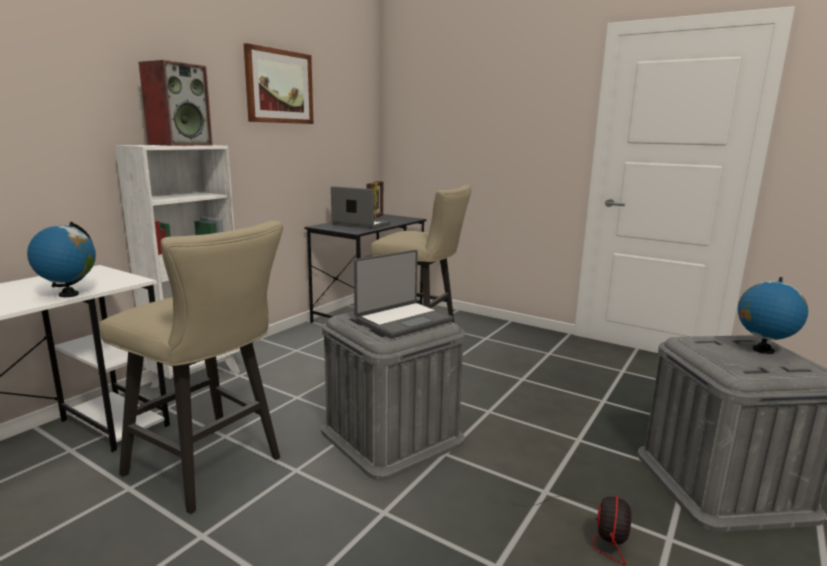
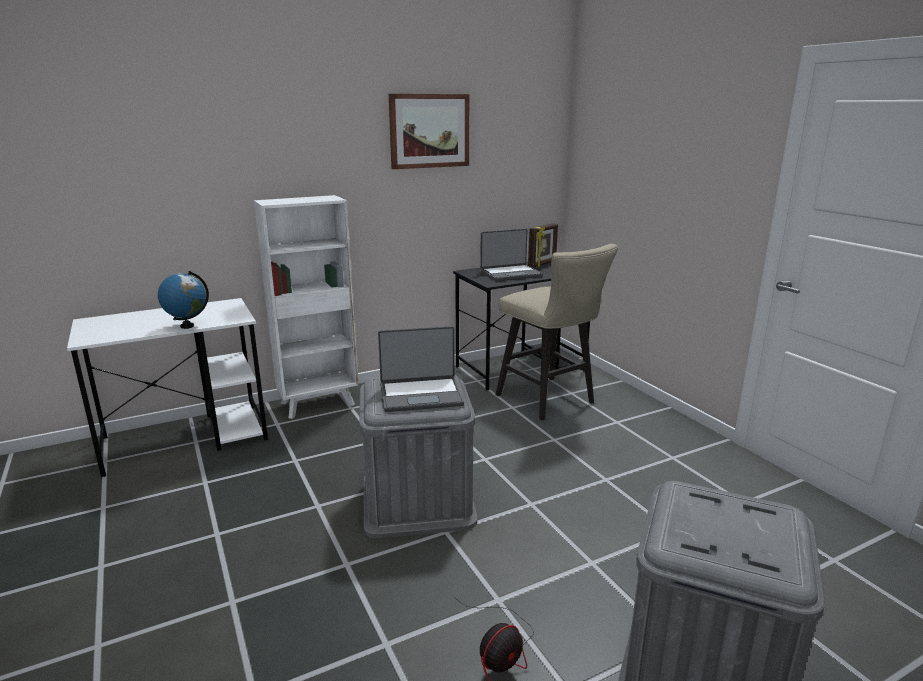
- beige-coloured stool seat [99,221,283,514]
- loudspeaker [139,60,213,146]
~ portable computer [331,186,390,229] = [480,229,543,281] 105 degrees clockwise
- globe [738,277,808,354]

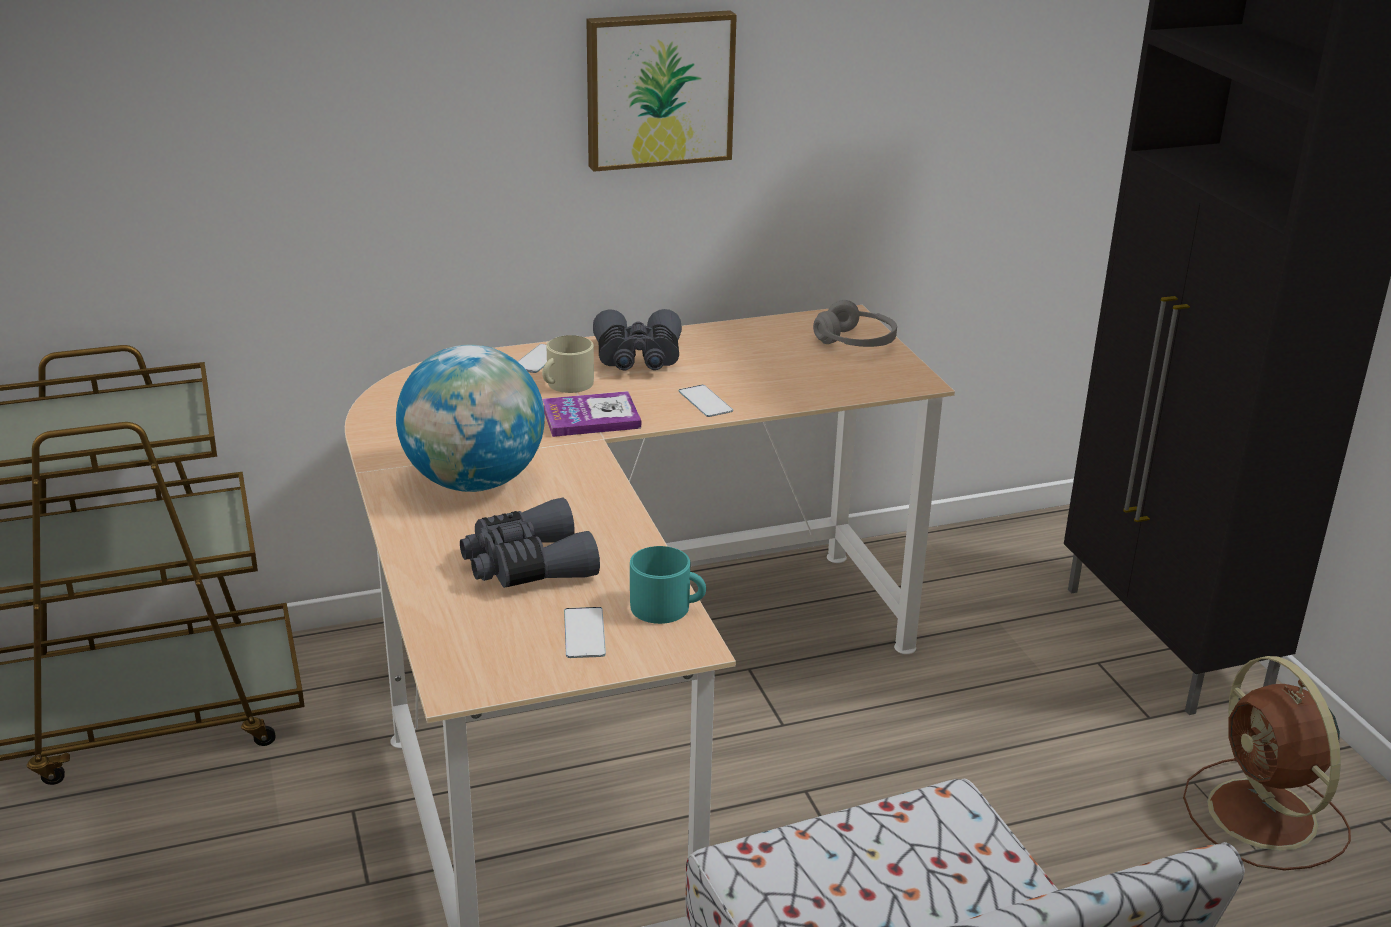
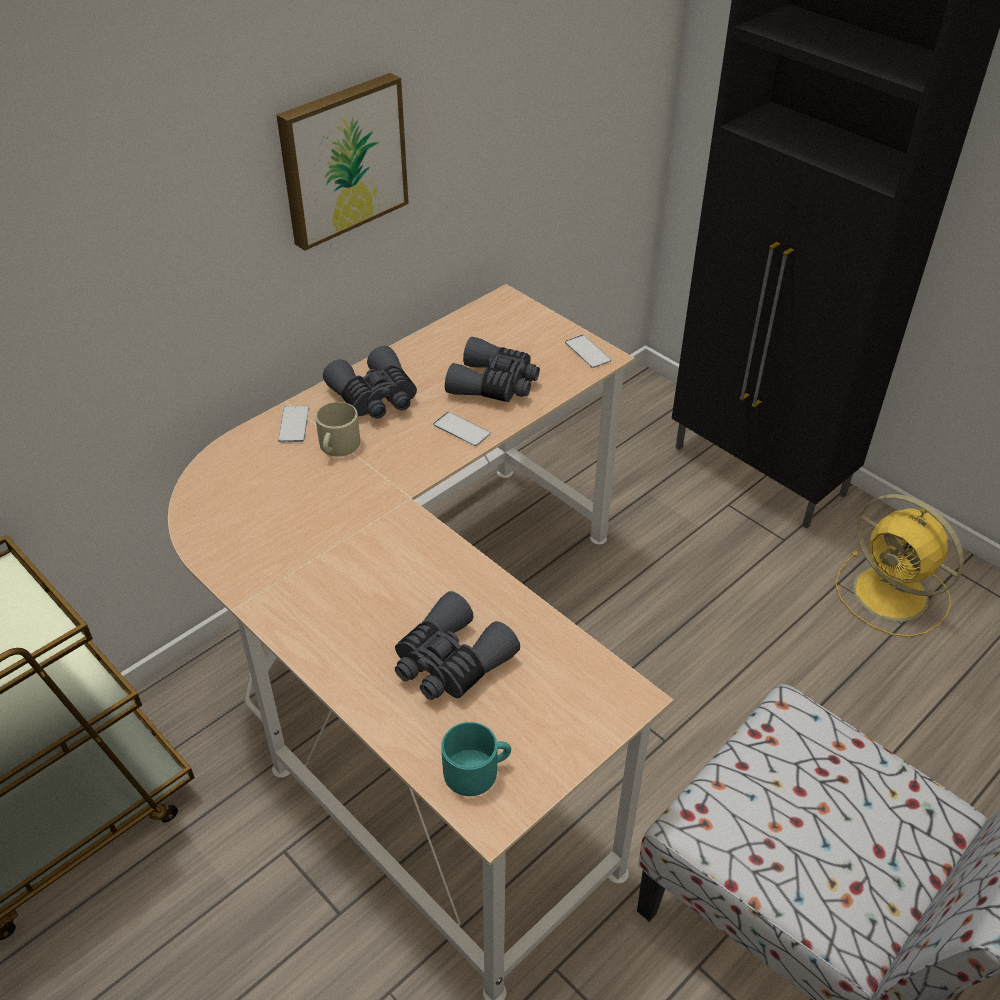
- globe [396,345,545,492]
- book [542,391,641,437]
~ telephone [564,607,606,658] to [565,335,611,368]
~ turquoise-coloured coffee mug [630,546,706,624] to [441,722,511,796]
- grey headset [813,300,897,347]
~ brown fan [1183,656,1351,870] to yellowish fan [835,494,964,637]
+ grey pair of binoculars [445,337,540,402]

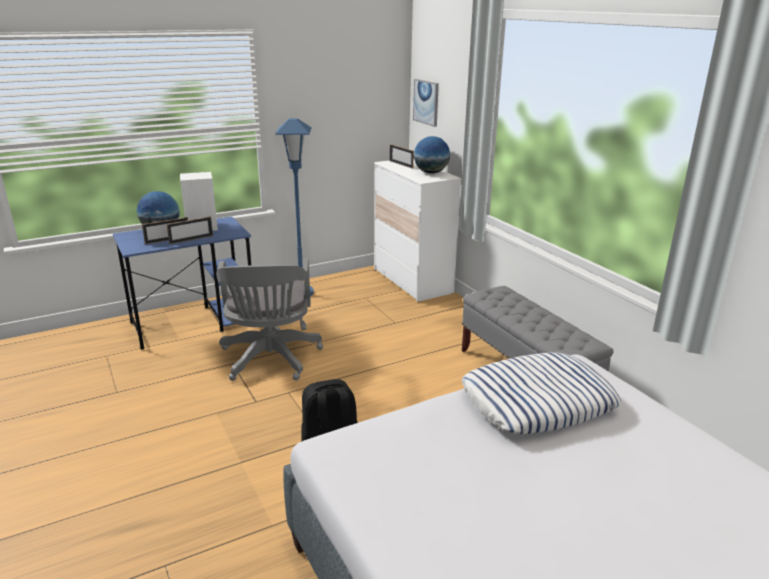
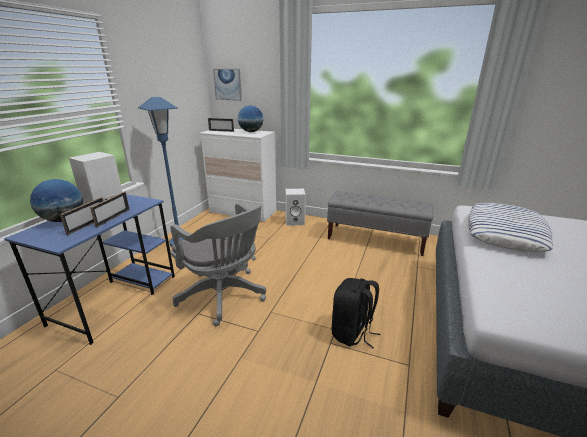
+ white loudspeaker [286,189,305,226]

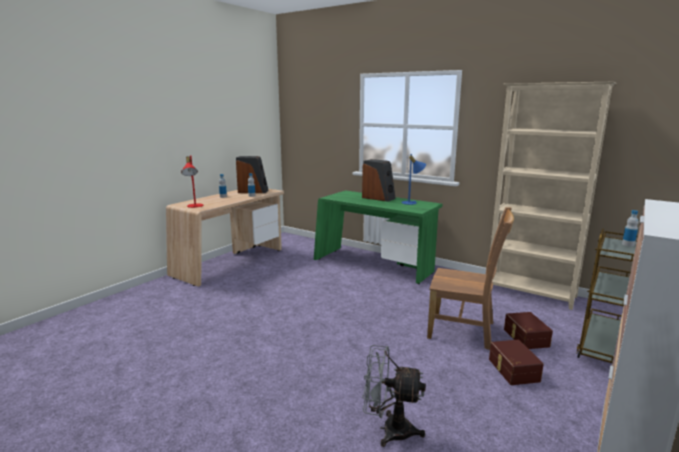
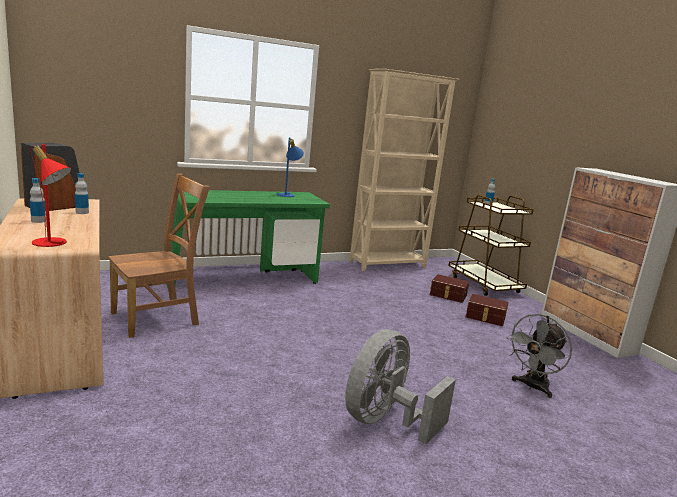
- loudspeaker [362,159,396,202]
~ brown plain chair [427,207,514,350] to [108,174,210,338]
+ grey fan [345,329,456,444]

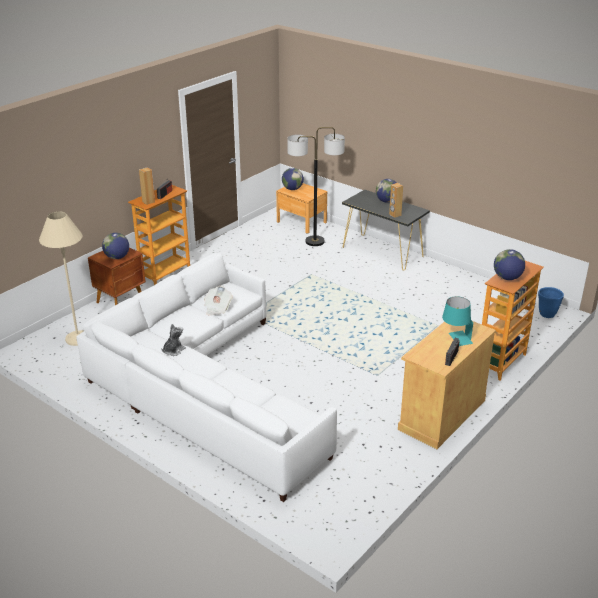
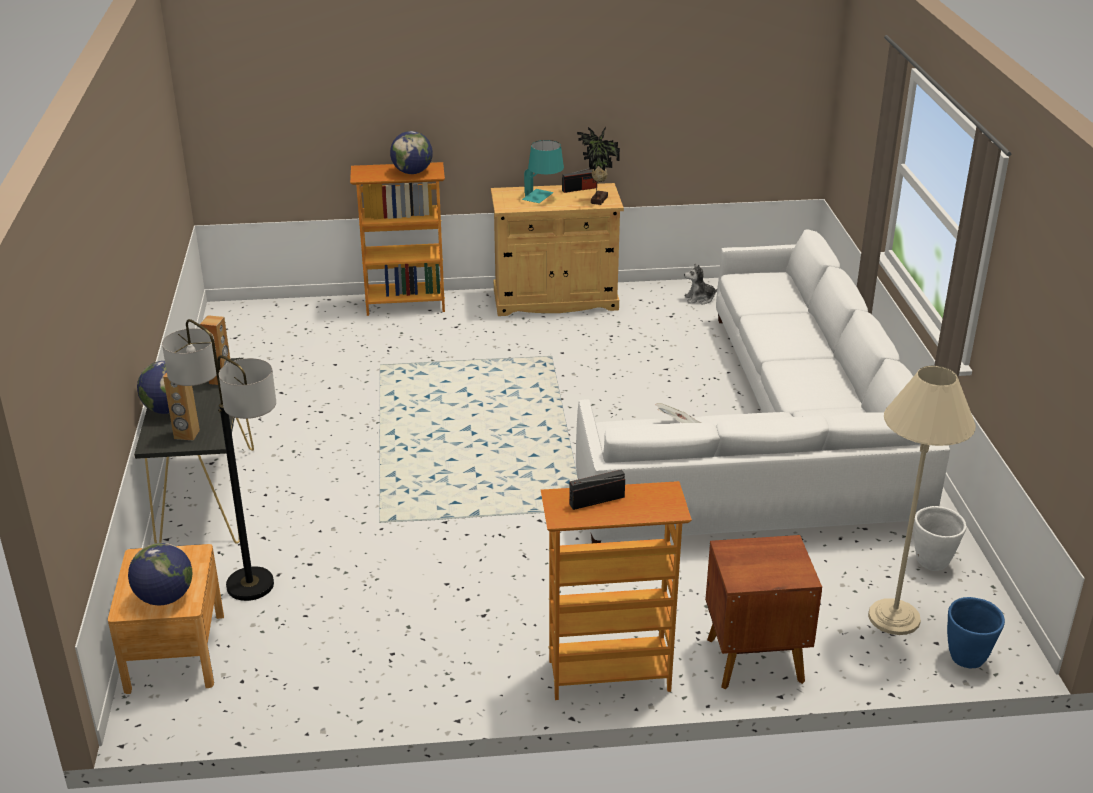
- globe [102,233,129,259]
~ brown loudspeaker [139,167,155,205] to [163,372,200,441]
~ soft toy [161,324,186,356] to [684,263,717,305]
~ blue-coloured flower pot [538,287,564,318] to [947,597,1005,668]
+ plant in a pot [577,127,620,205]
+ white flower pot [914,506,967,571]

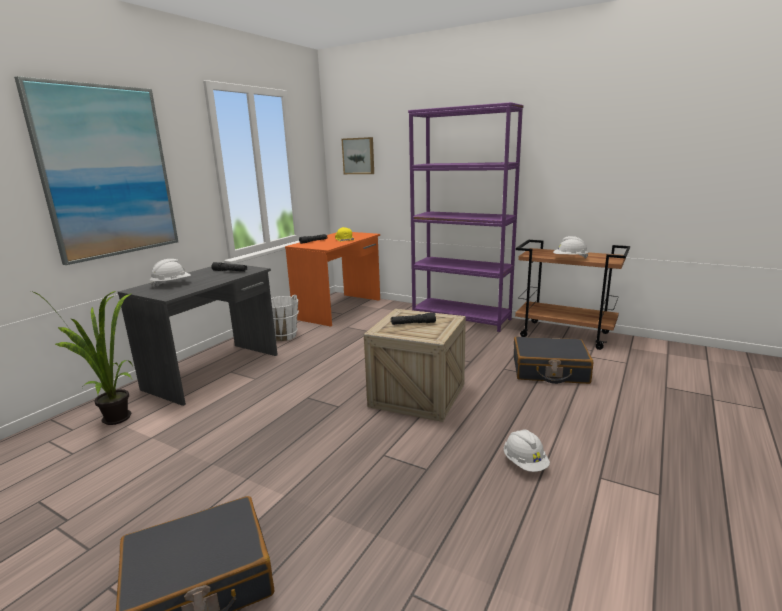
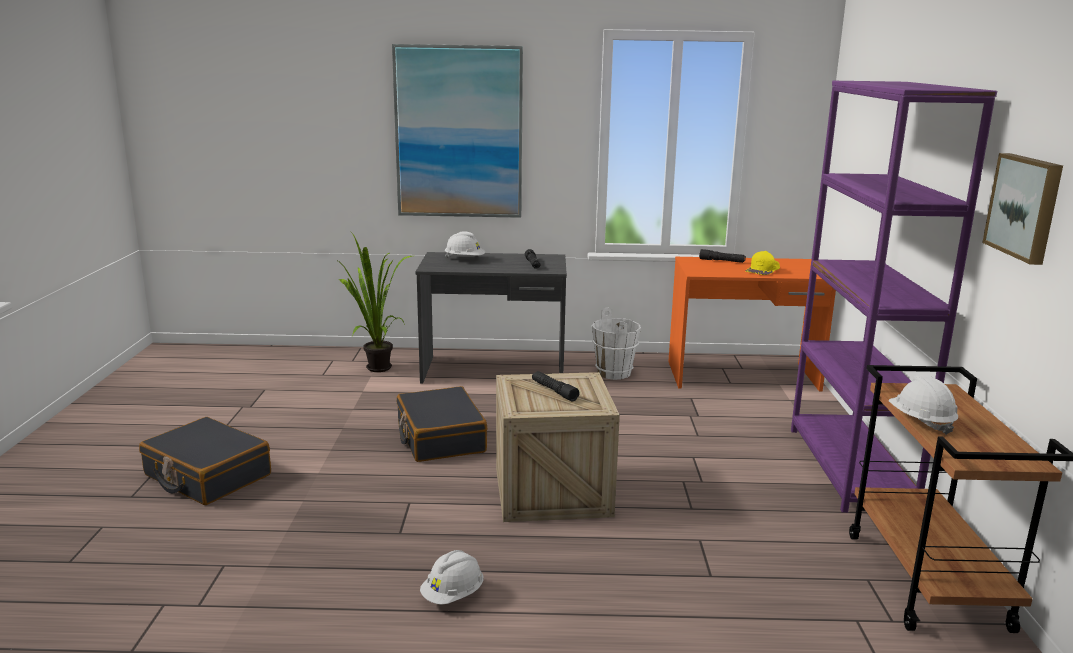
~ picture [341,137,374,174] to [982,153,1063,265]
~ black piece of luggage [514,336,594,384] to [397,386,487,462]

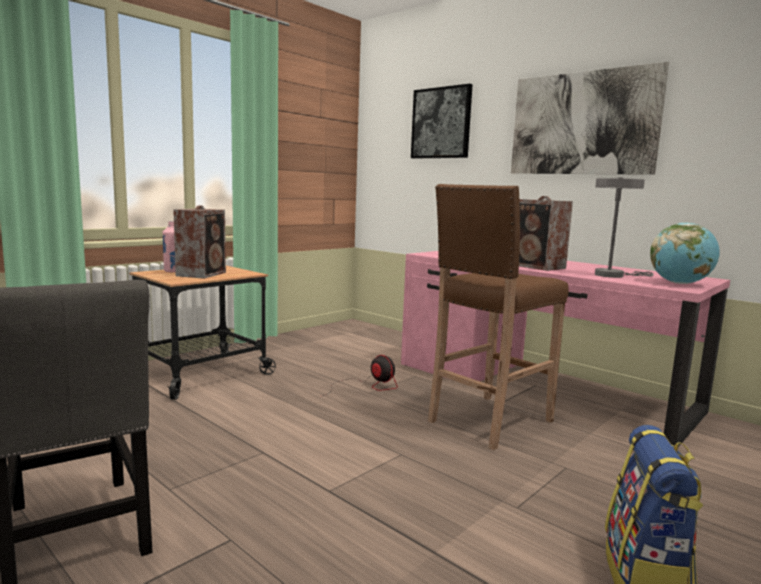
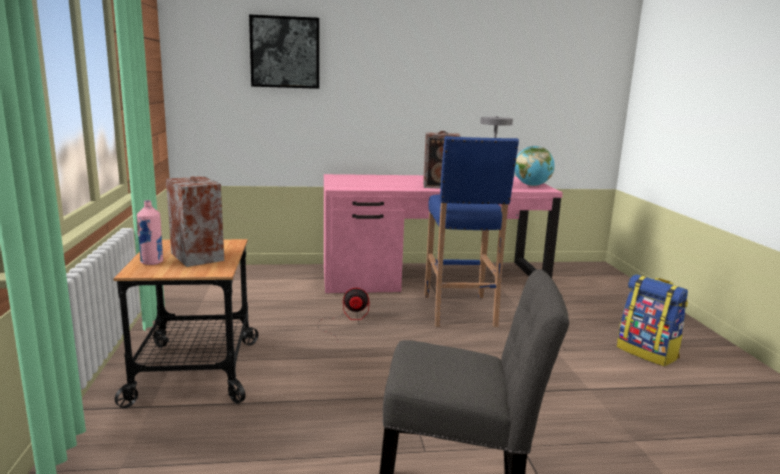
~ brown stool seat [428,184,569,450] to blue-coloured stool seat [424,136,519,327]
- picture [511,62,669,175]

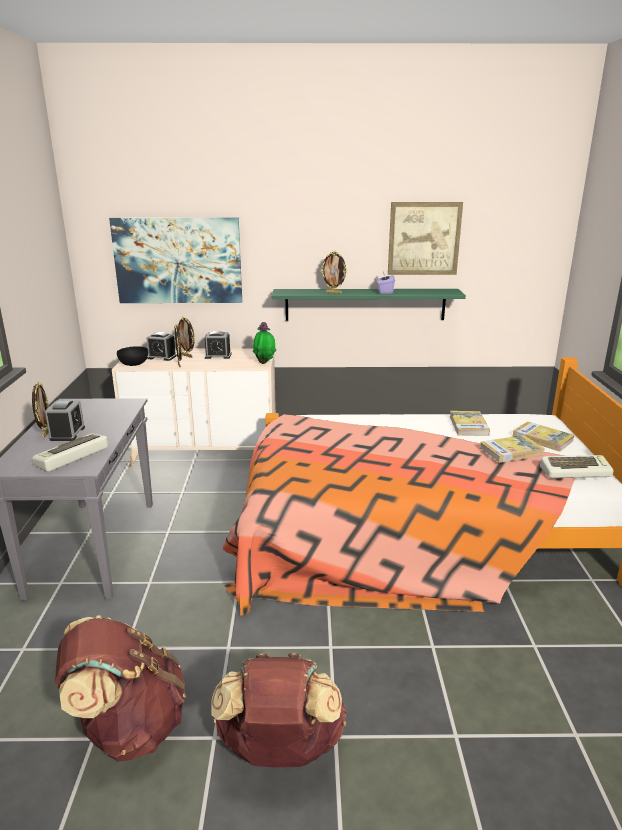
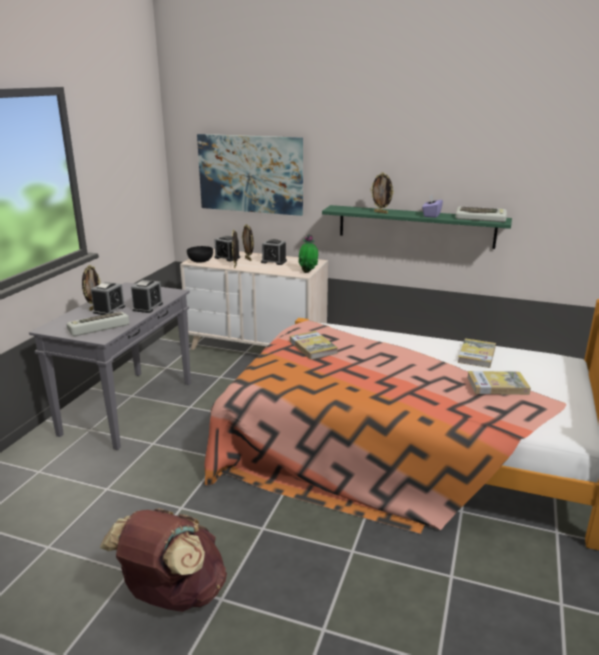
- brown rucksack [55,616,186,761]
- picture [388,202,463,275]
~ book [512,421,574,451] to [290,331,338,360]
~ computer keyboard [540,455,614,478] to [455,206,507,222]
+ table clock [131,280,163,313]

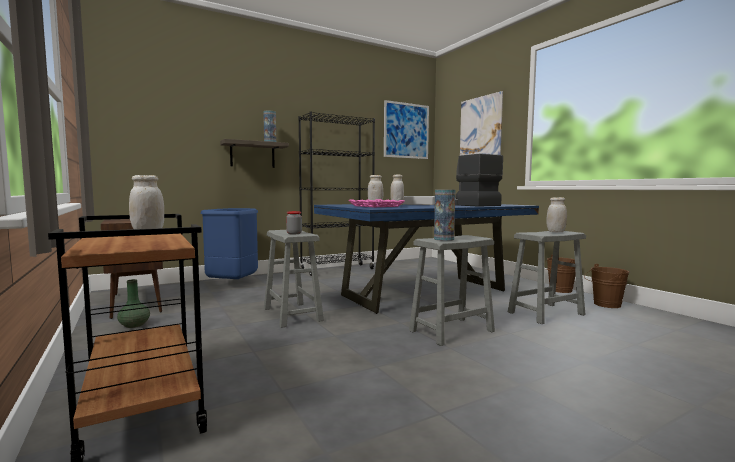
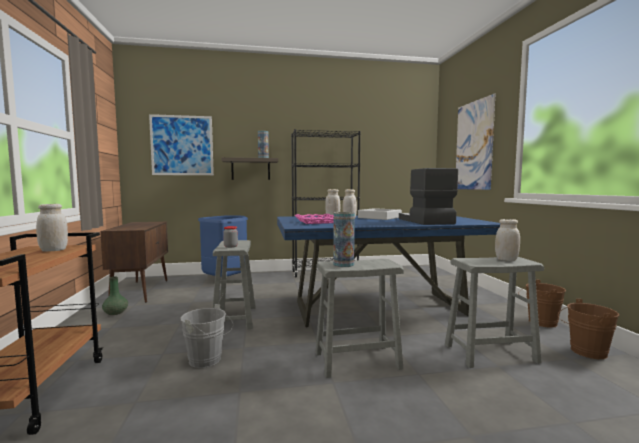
~ picture [384,100,429,159] to [149,114,214,175]
+ grey pail [180,304,234,368]

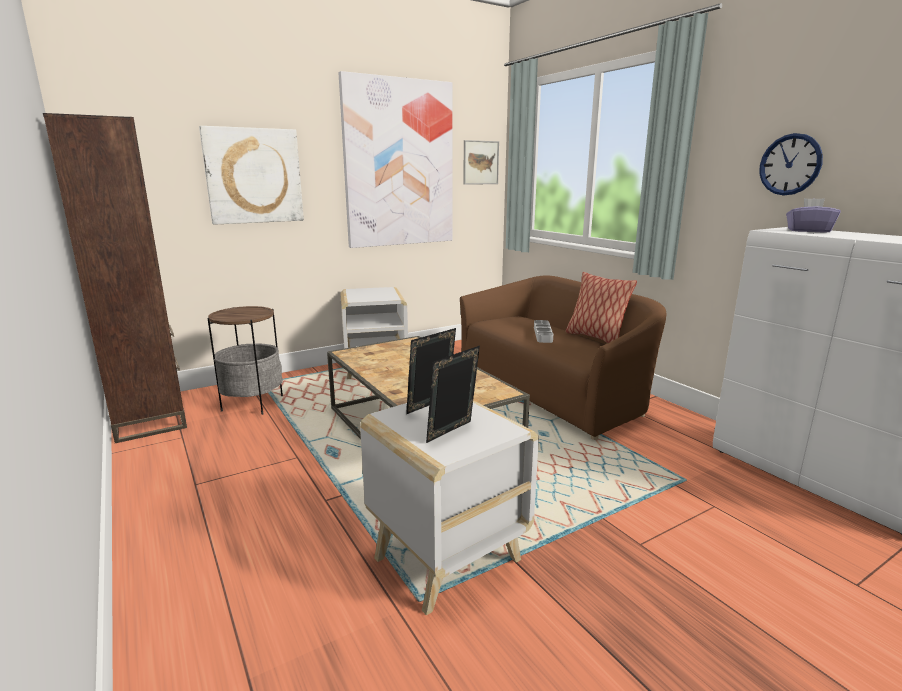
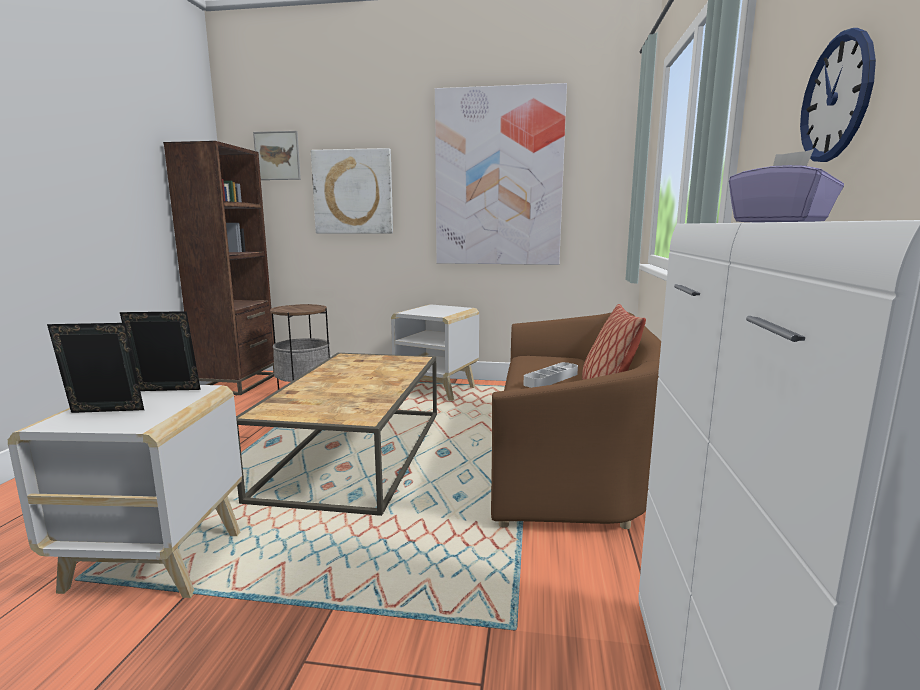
~ picture [463,140,499,185] to [253,131,301,180]

